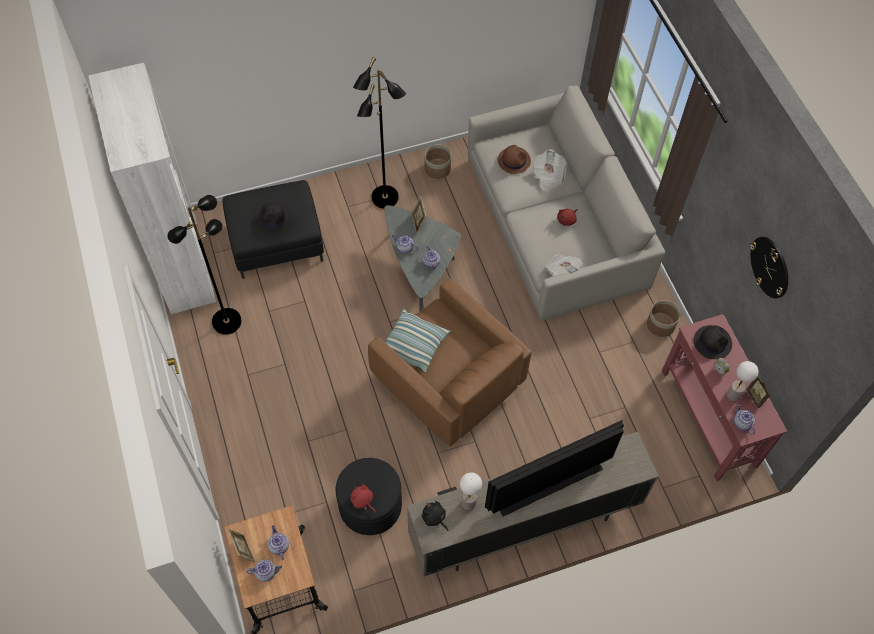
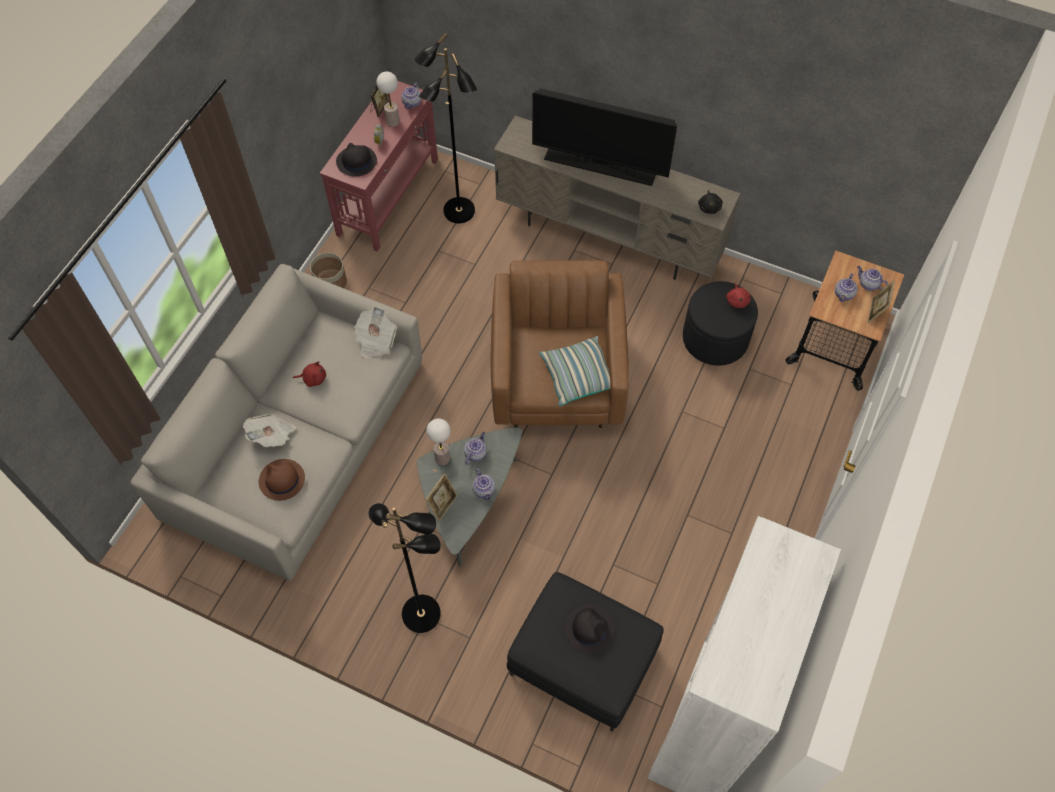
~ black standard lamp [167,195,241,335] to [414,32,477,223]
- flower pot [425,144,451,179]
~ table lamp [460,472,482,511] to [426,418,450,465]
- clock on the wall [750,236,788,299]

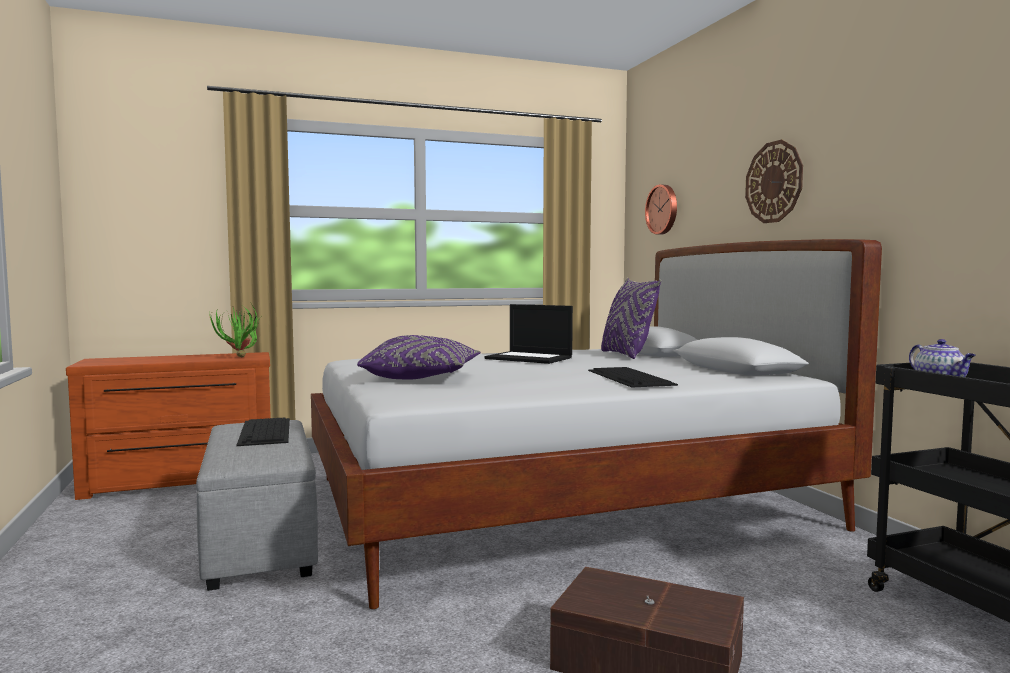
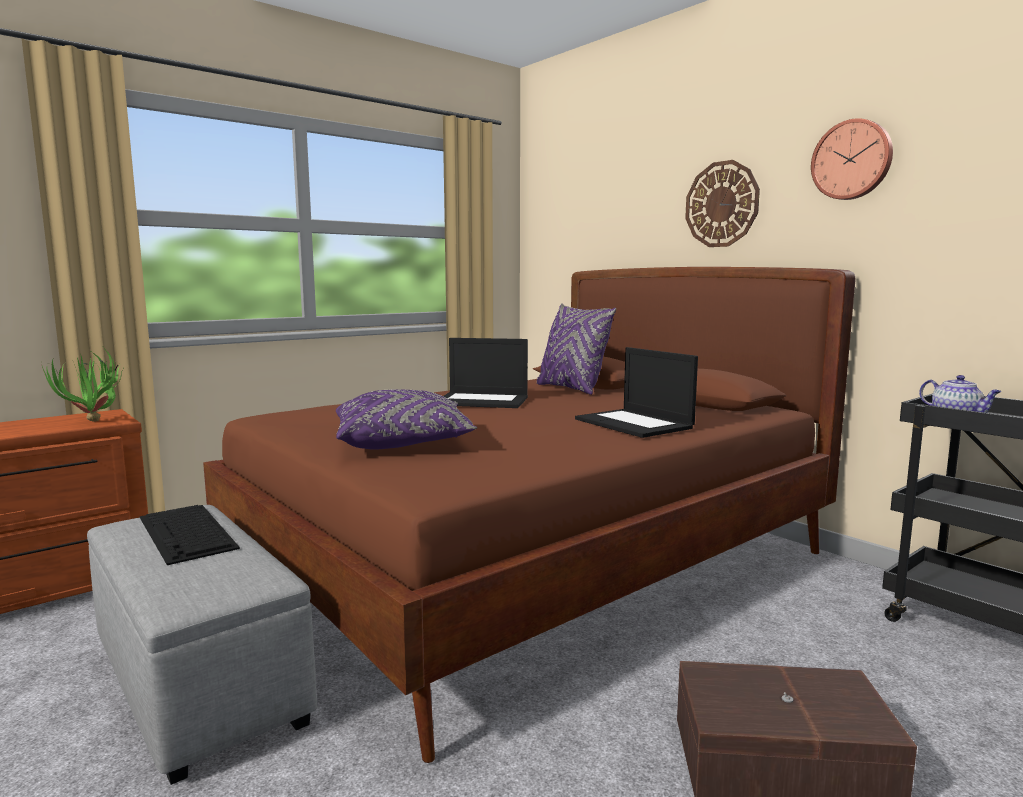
~ white bed [311,239,882,609] to brown bed [203,267,856,763]
~ computer keyboard [588,367,678,388] to portable computer [575,347,698,438]
~ clock on the wall [645,184,677,235] to [811,118,893,200]

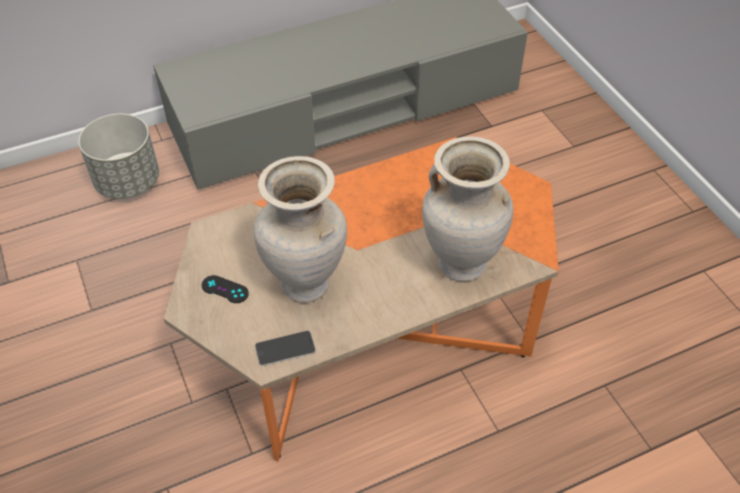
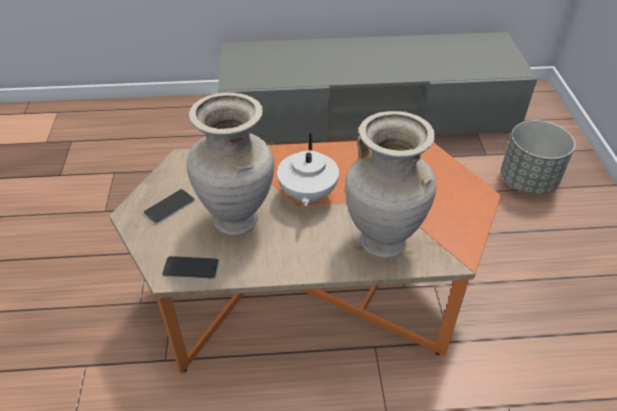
~ grey flower pot [78,114,159,199] to [501,120,575,195]
~ black joypad [202,275,249,303] to telephone [143,189,195,224]
+ white tea pot [277,133,339,206]

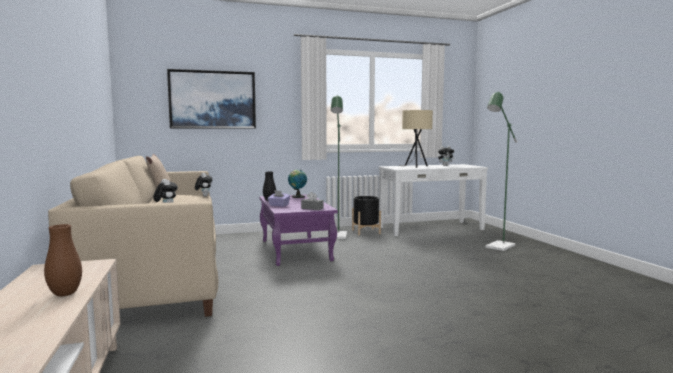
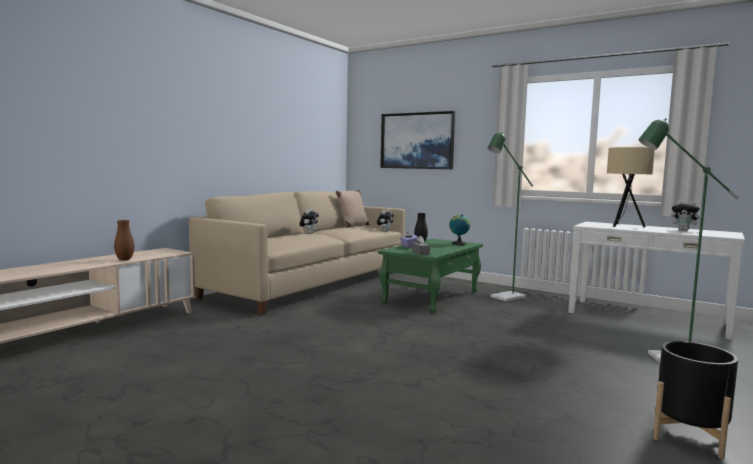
~ purple-coloured low table [259,194,338,266] to green low table [378,239,483,313]
~ black flower pot [352,196,381,235] to [653,341,738,459]

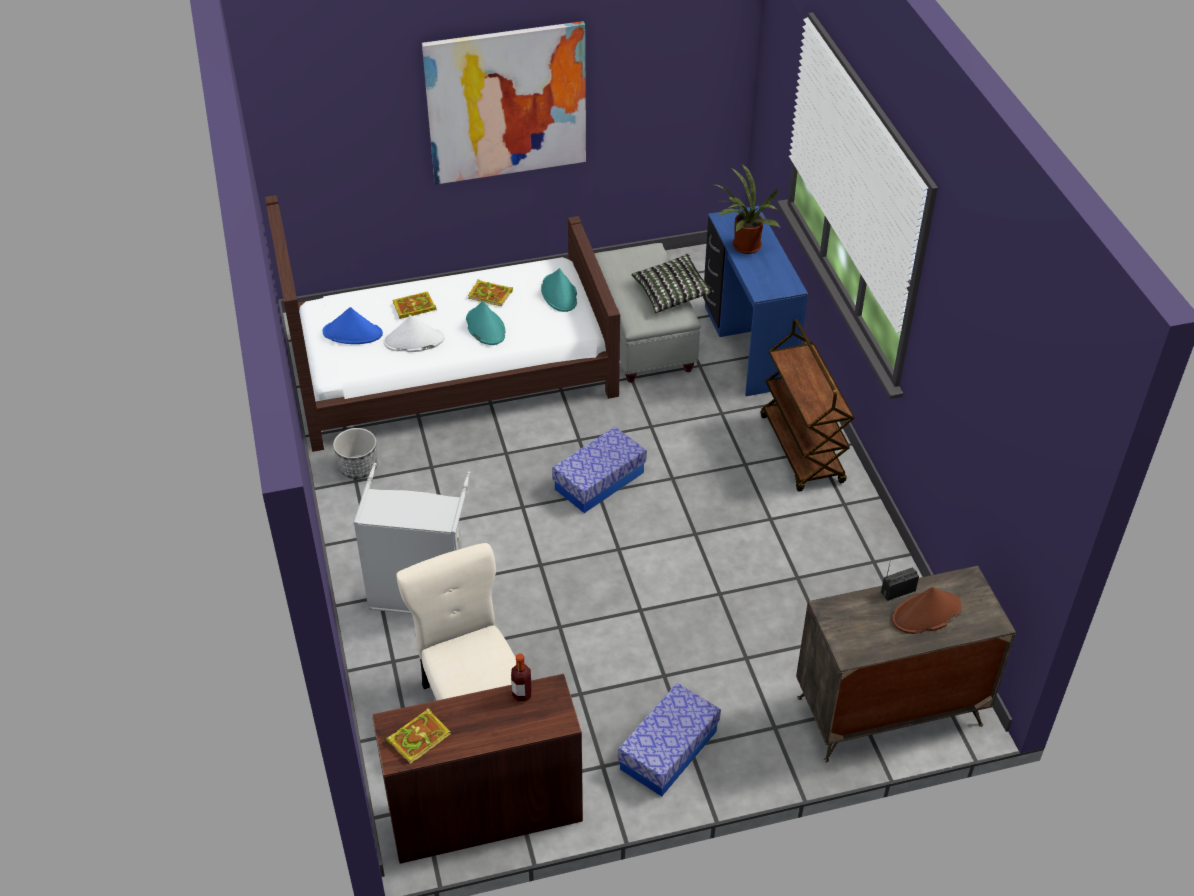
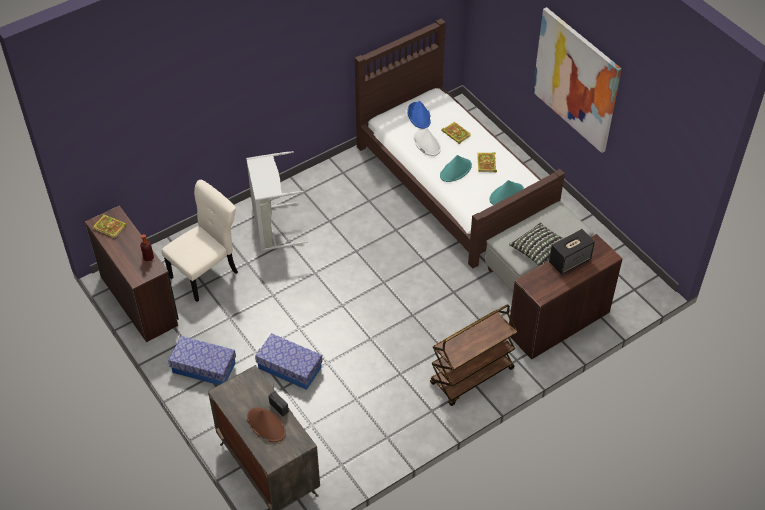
- flower pot [333,428,378,479]
~ storage container [552,427,647,513] to [255,333,323,390]
~ blue-coloured desk table [703,206,808,397] to brown desk table [509,234,623,360]
~ plant in a pot [716,164,780,254] to loudspeaker [549,229,595,275]

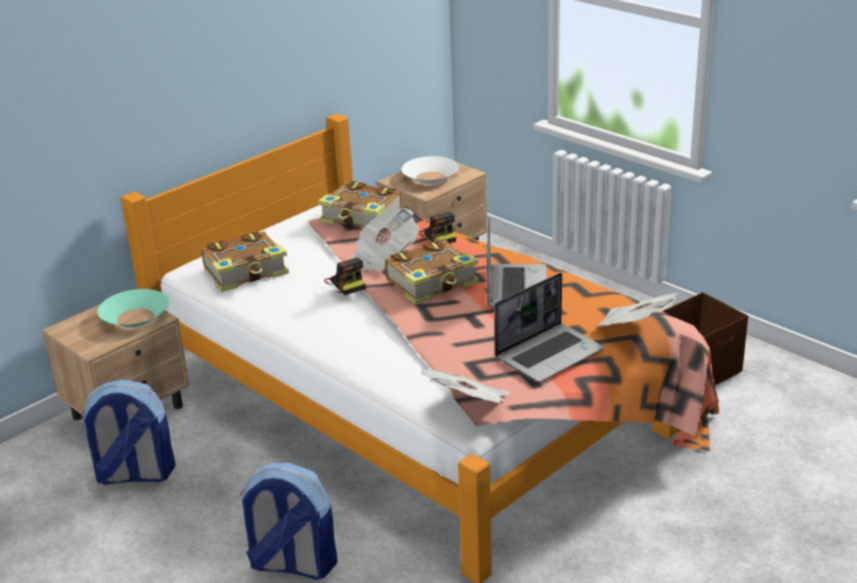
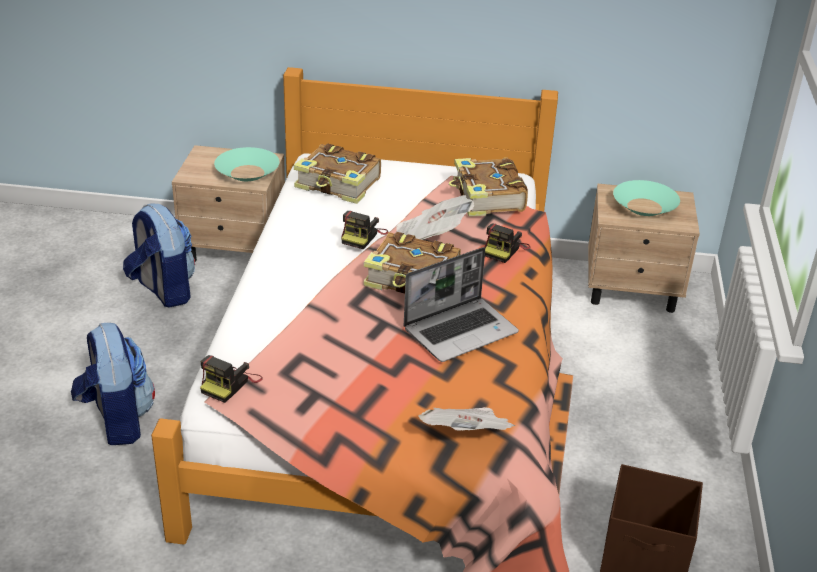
~ white serving bowl [402,156,459,184] to turquoise-coloured serving bowl [613,180,680,216]
~ newspaper [421,369,510,403] to still camera [200,355,263,403]
- portable computer [494,273,604,382]

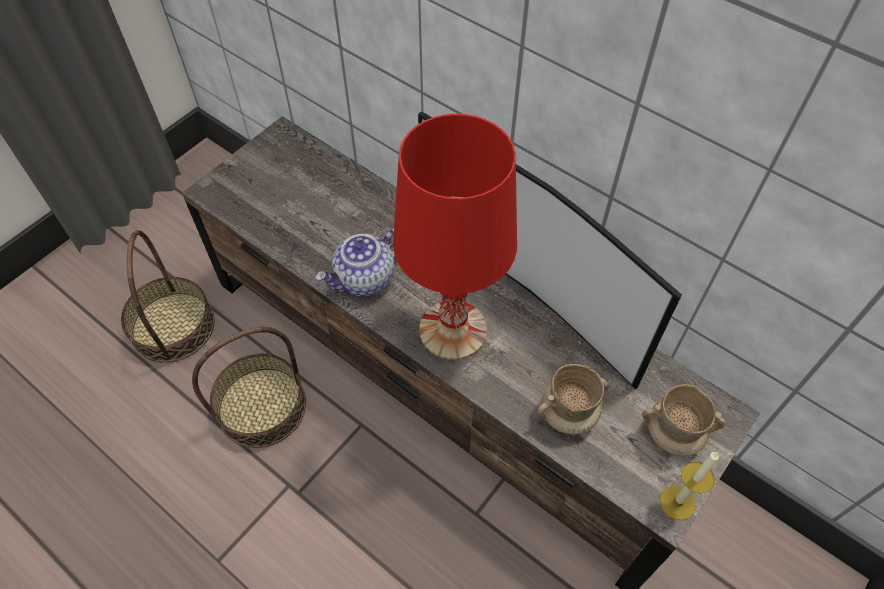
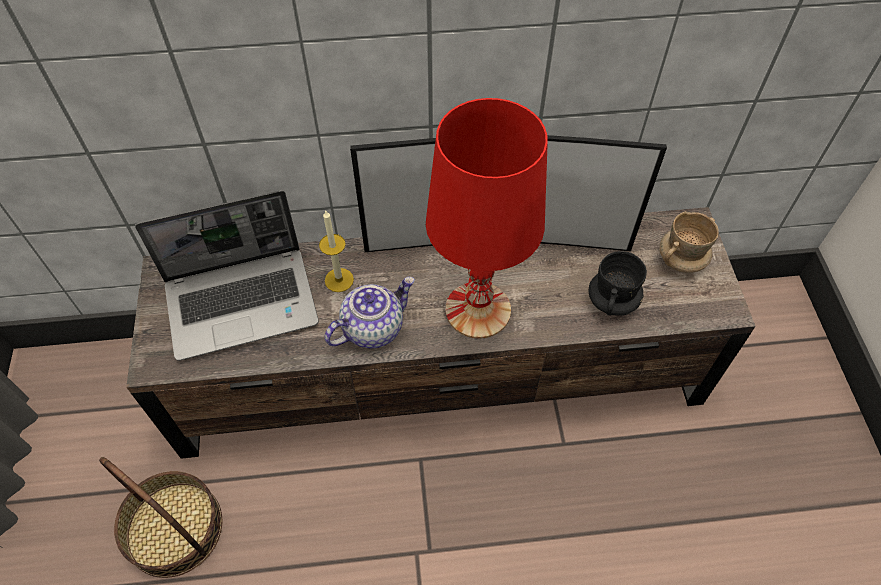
- household basket [192,327,306,448]
~ tea pot [315,228,395,297] = [324,277,415,348] 135 degrees counterclockwise
~ beige-coloured coffee mug [537,364,610,435] to black coffee mug [588,251,647,316]
~ wax light [660,452,719,520] to [319,210,354,292]
+ portable computer [135,190,319,361]

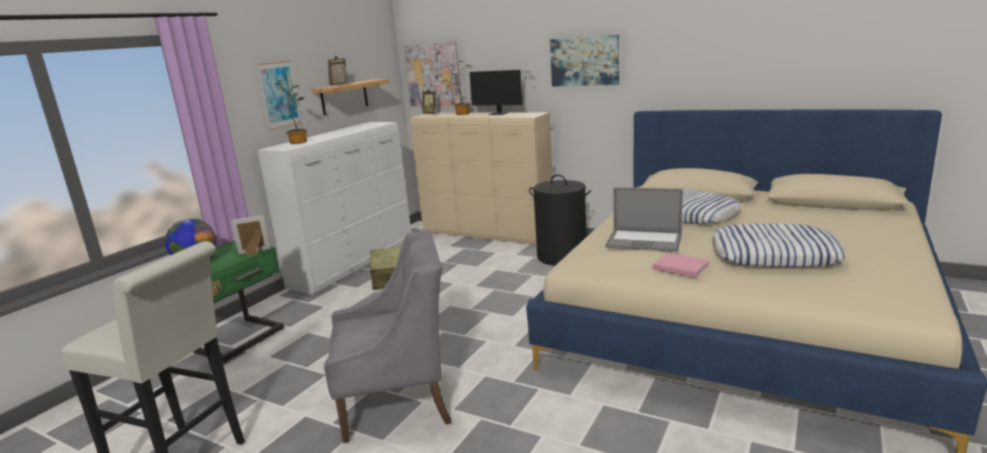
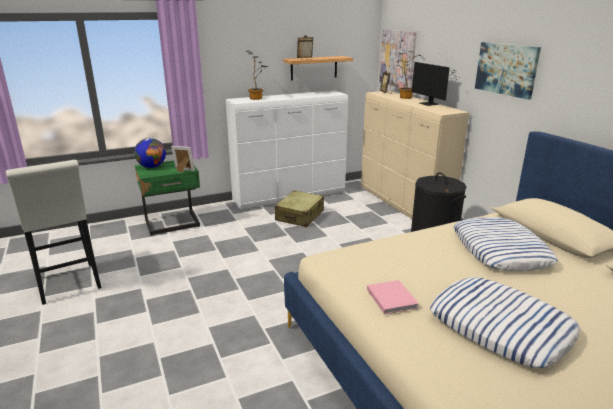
- picture [257,61,302,130]
- grey lounge chair [324,230,452,443]
- portable computer [606,187,683,252]

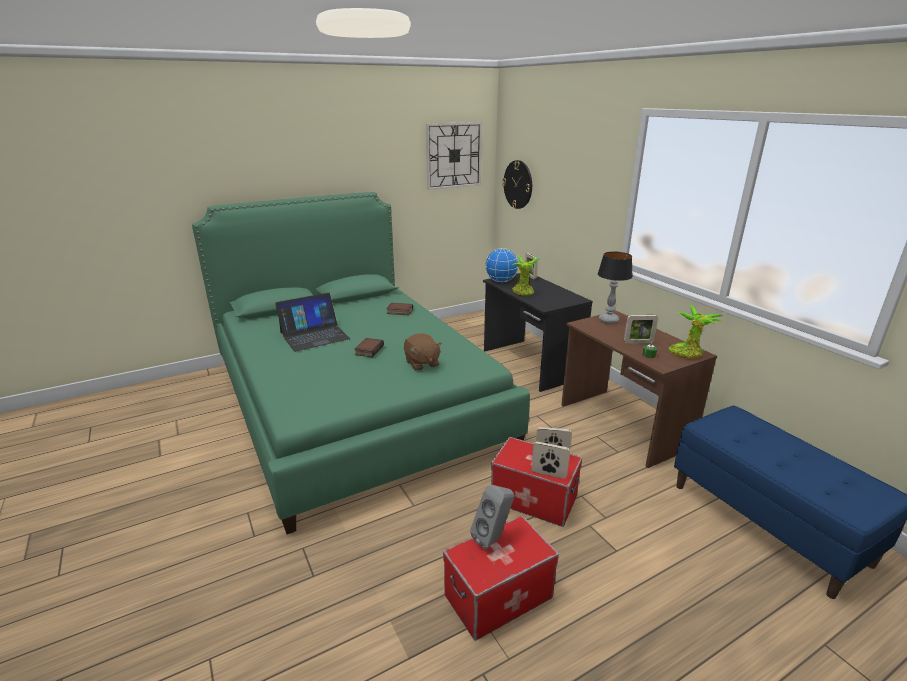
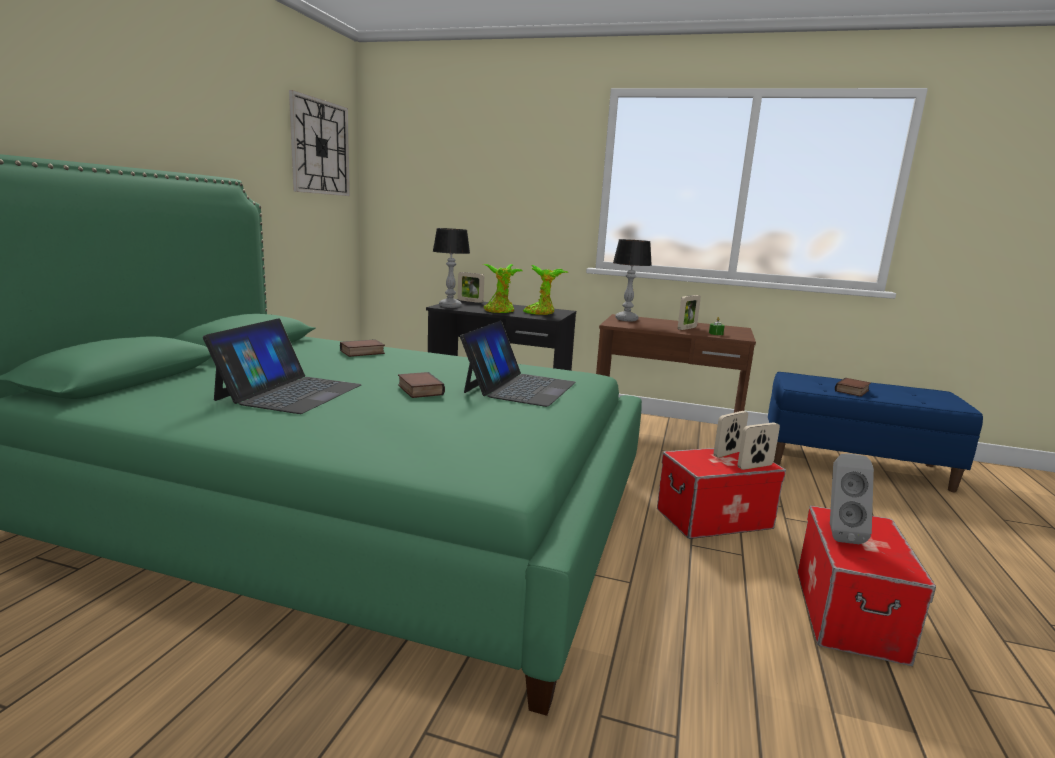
~ brown soft toy [404,333,442,371] to portable computer [460,320,576,407]
~ globe [485,248,518,282] to table lamp [433,228,470,308]
- clock on the wall [502,160,532,209]
~ plant in a pot [669,304,722,359] to [523,265,568,315]
+ book [835,378,871,397]

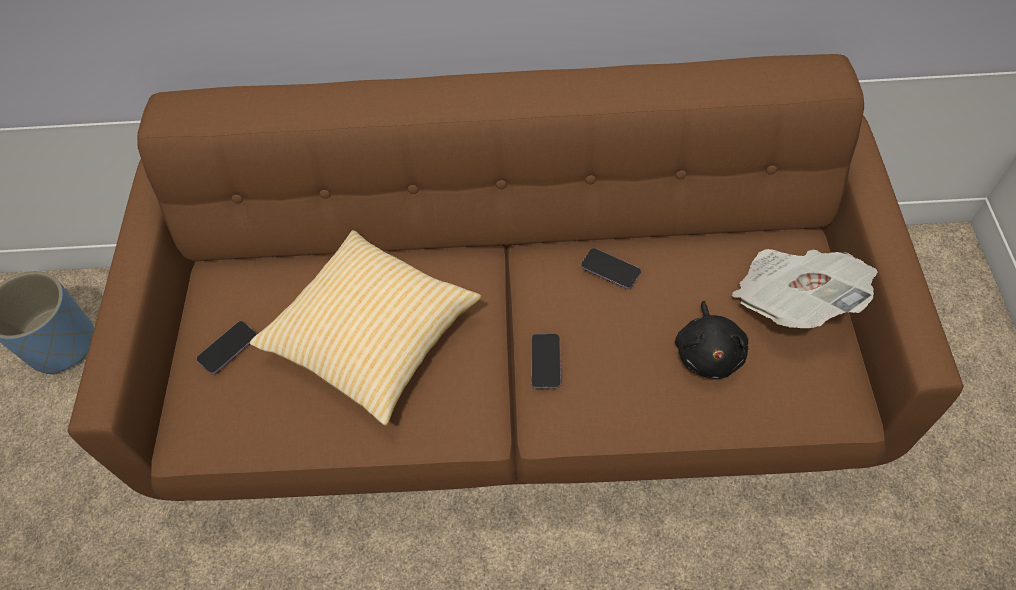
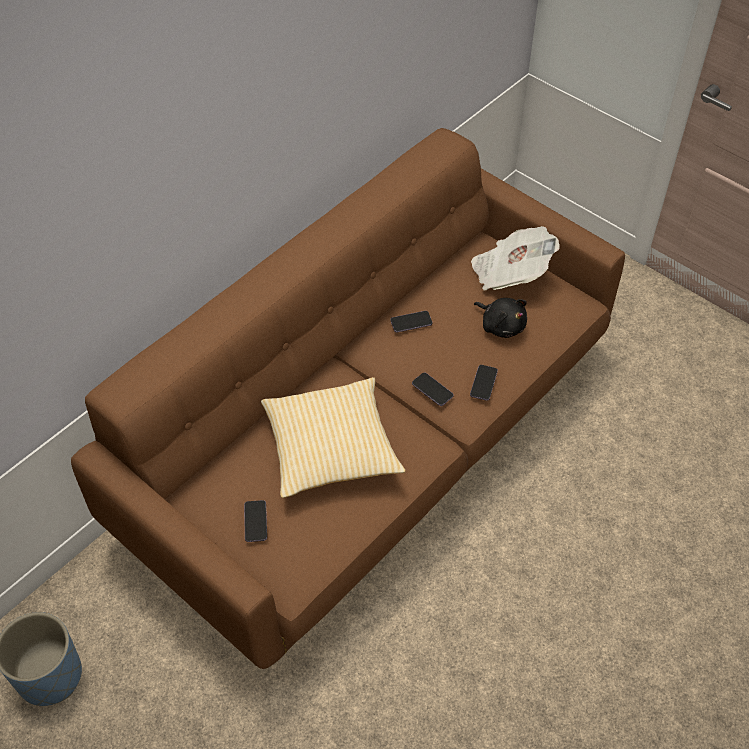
+ telephone [470,365,498,401]

